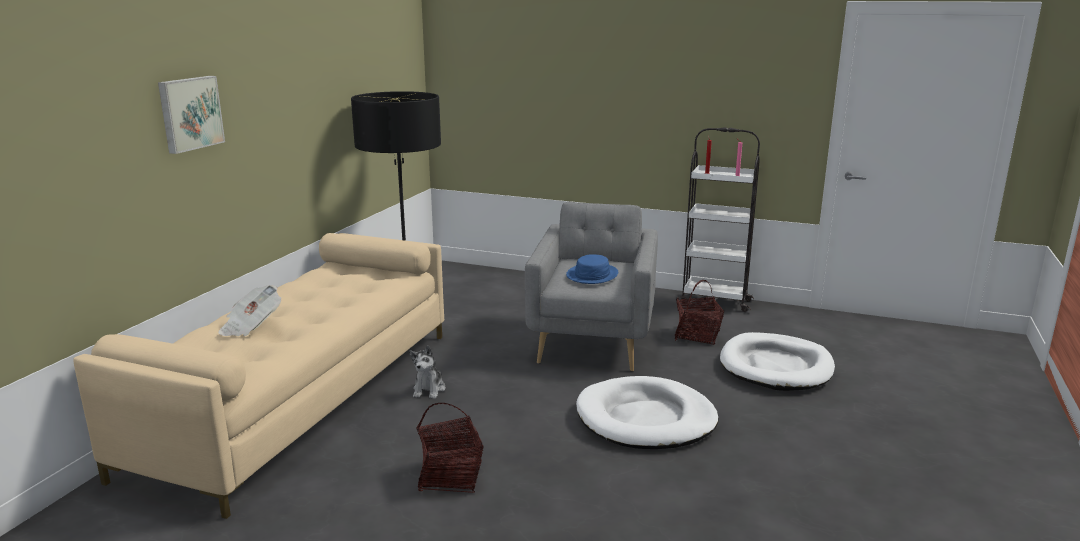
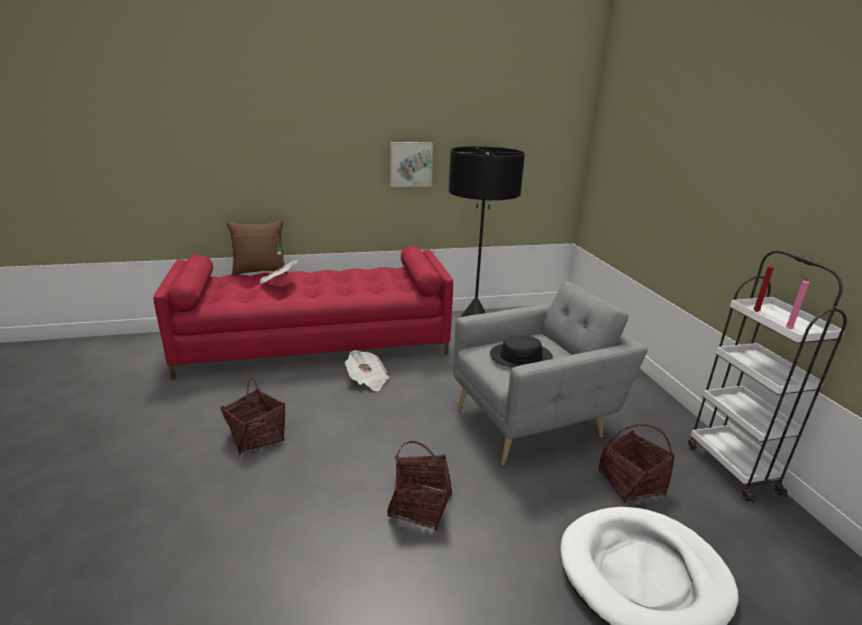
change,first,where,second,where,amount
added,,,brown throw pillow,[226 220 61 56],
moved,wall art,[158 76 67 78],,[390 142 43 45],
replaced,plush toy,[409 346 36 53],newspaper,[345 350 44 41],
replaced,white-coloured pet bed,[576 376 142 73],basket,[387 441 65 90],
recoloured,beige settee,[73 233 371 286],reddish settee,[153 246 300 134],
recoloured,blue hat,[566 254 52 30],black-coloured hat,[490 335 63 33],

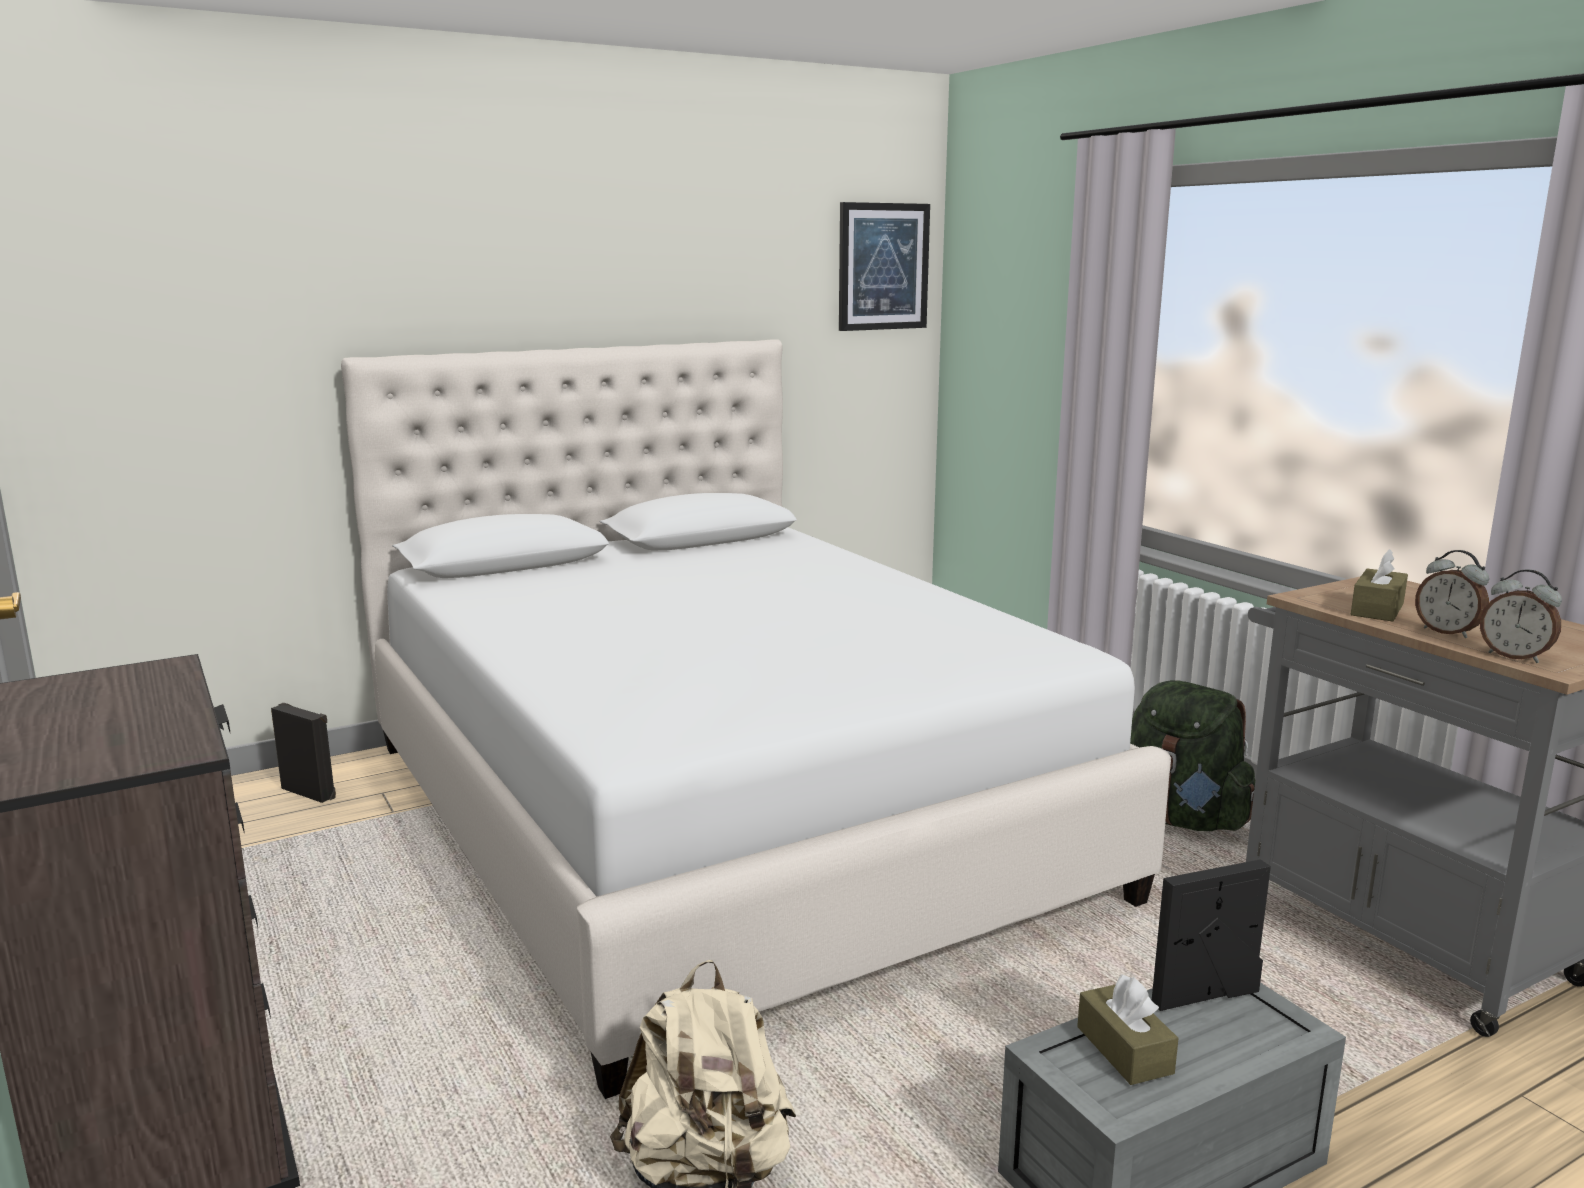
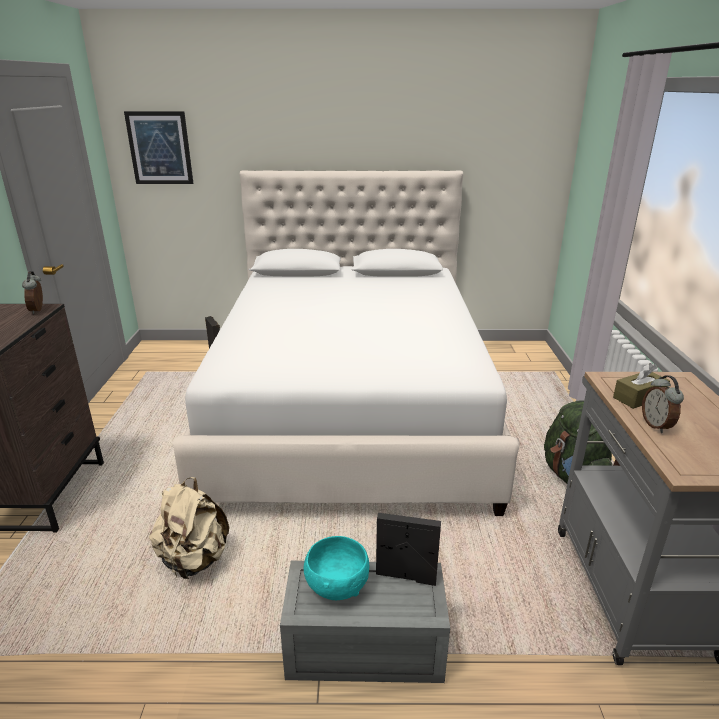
change,first,where,second,where,amount
moved,wall art,[839 202 91 129],,[124 111 69 73],
moved,bedside clock,[1480 569 82 94],,[22 271 21 43],
replaced,brown tissue box,[1077 974 102 111],turquoise-coloured deep dish,[304 536 65 64],

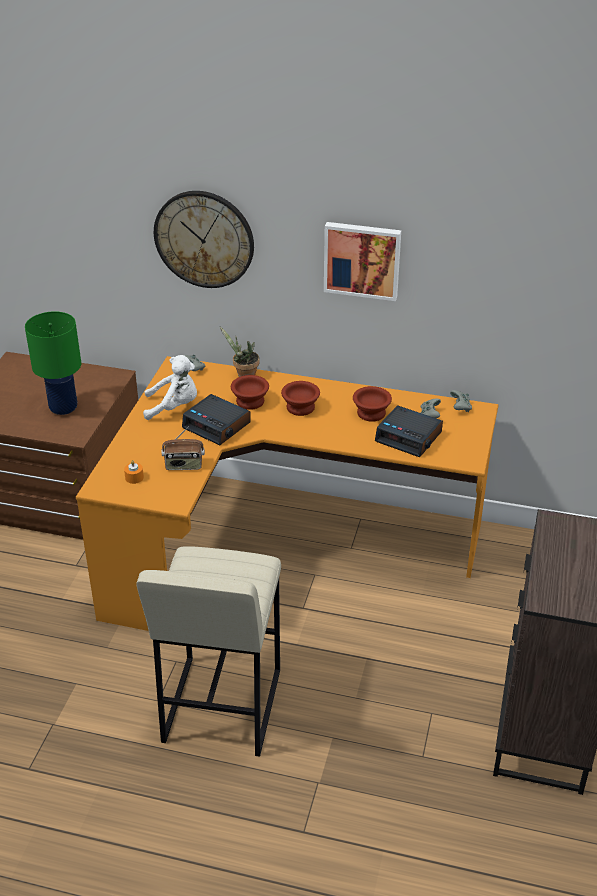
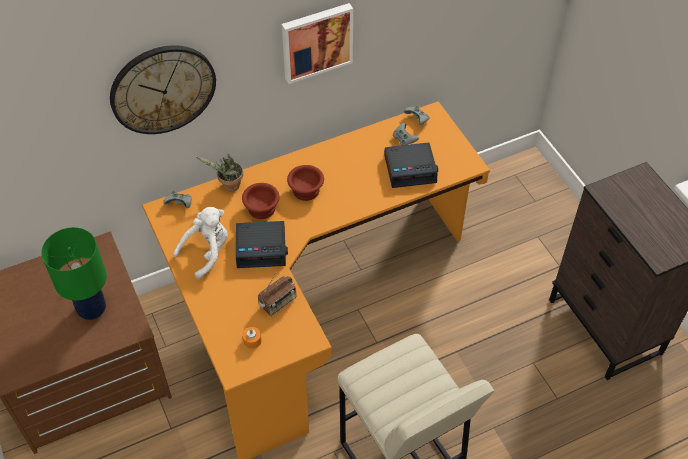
change,first,where,second,where,amount
removed,brown deep dish,[353 386 39 36],,,

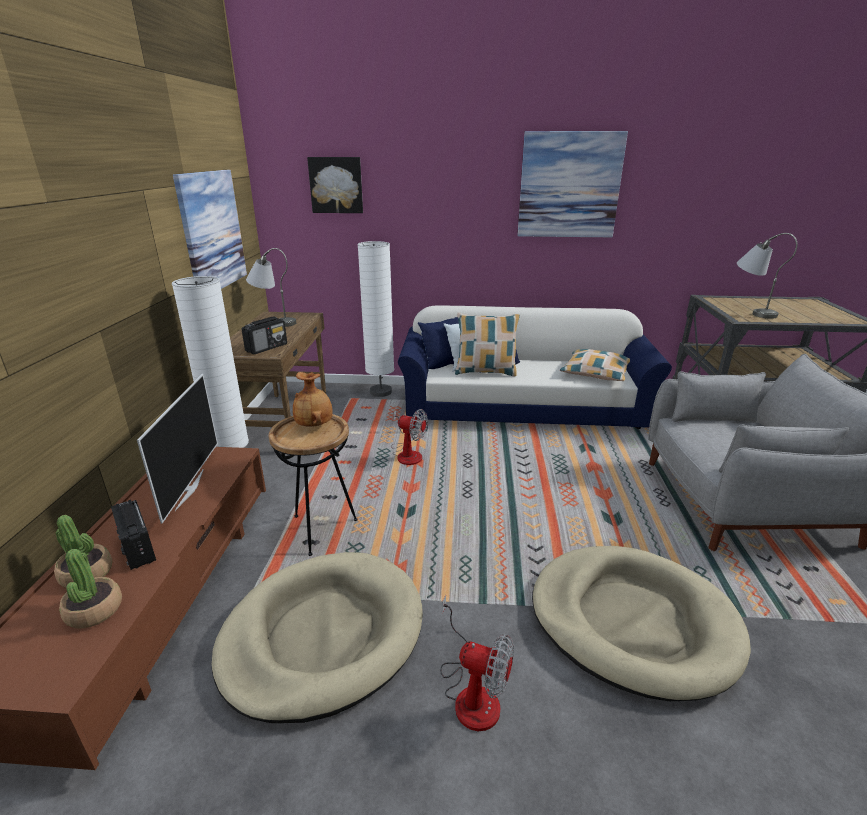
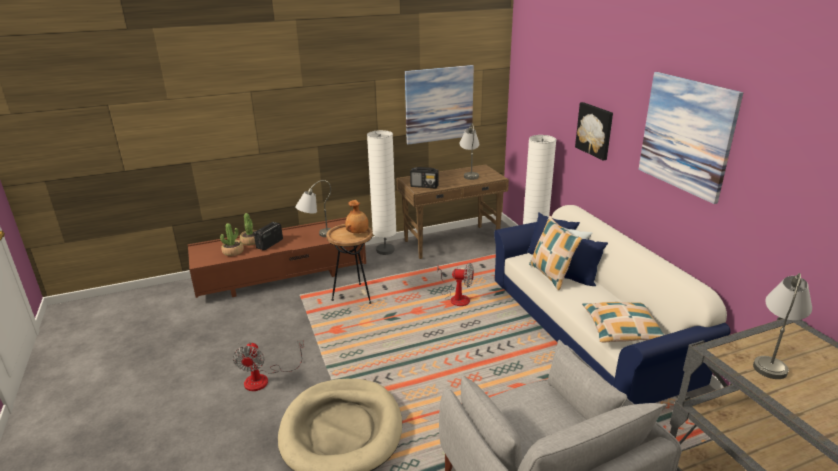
change,first,where,second,where,amount
removed,beige pet bed,[212 552 211 171],,,
moved,wall art,[307 157 56 56],,[575 102 38 59],
replaced,TV set,[137 374 81 150],gray table lamp,[295 180 36 57],
turned,cooling fan,[391 409 37 56],,[437 263 37 43],75 degrees counterclockwise

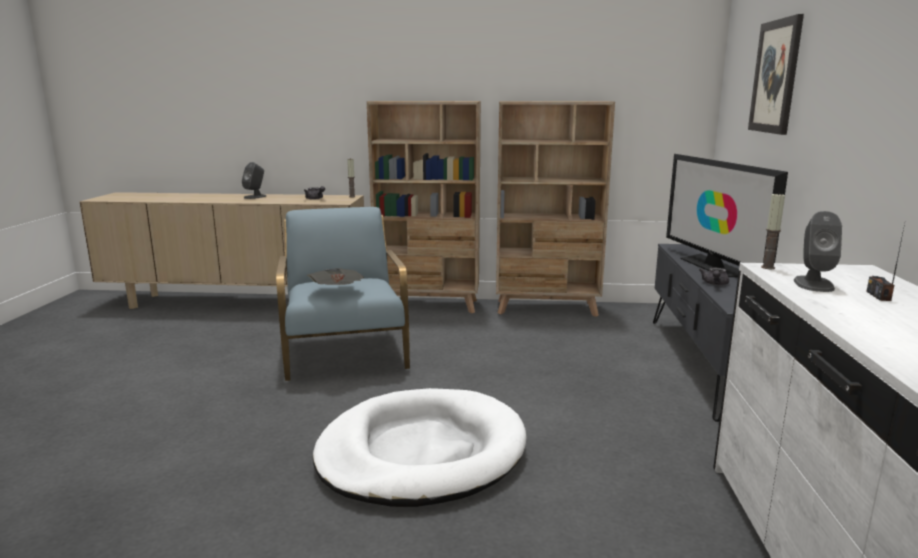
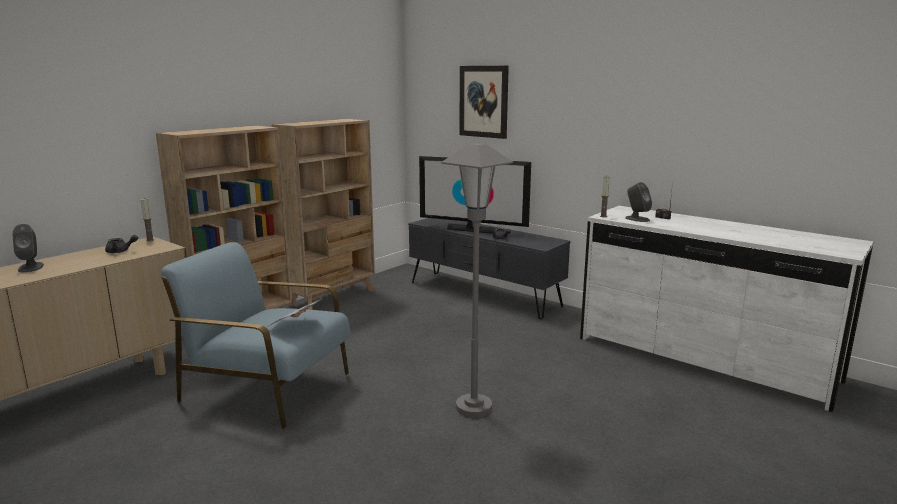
change,first,where,second,where,amount
replaced,white-coloured pet bed,[313 388 214 119],gray standing lamp,[441 143 72 275],

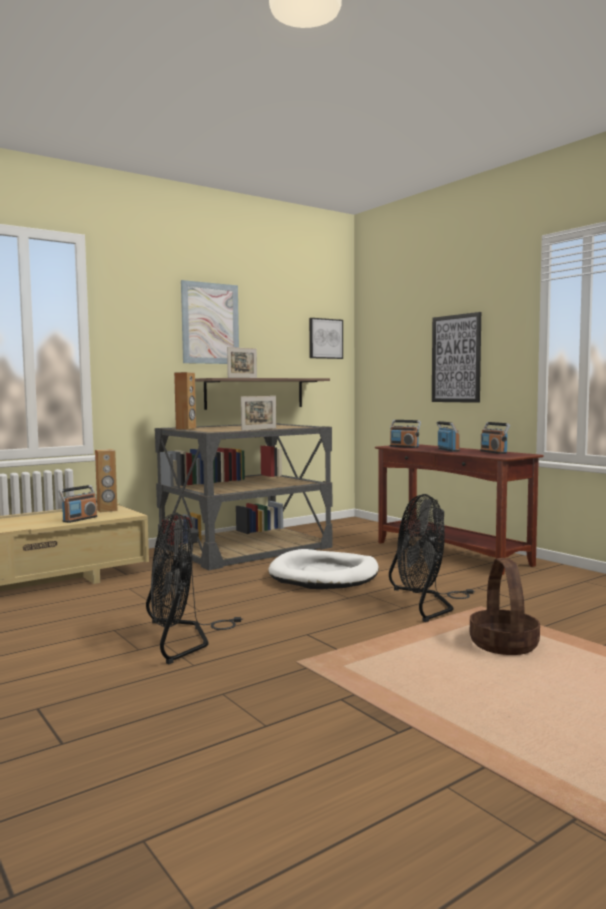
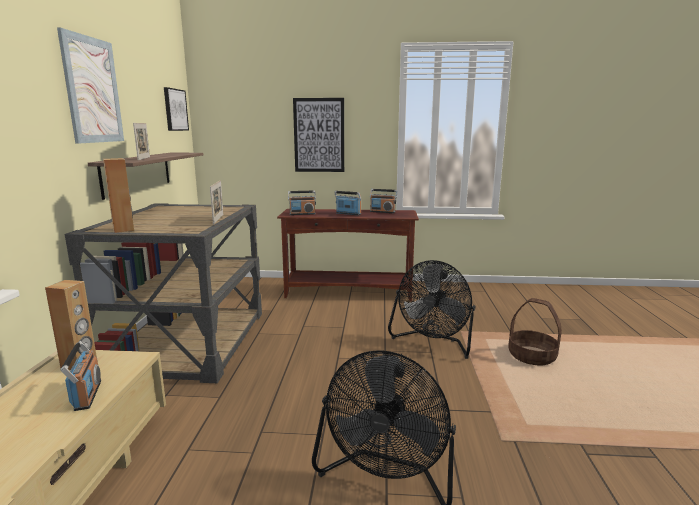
change,first,where,second,where,amount
removed,white-coloured pet bed,[269 549 110 40],,,

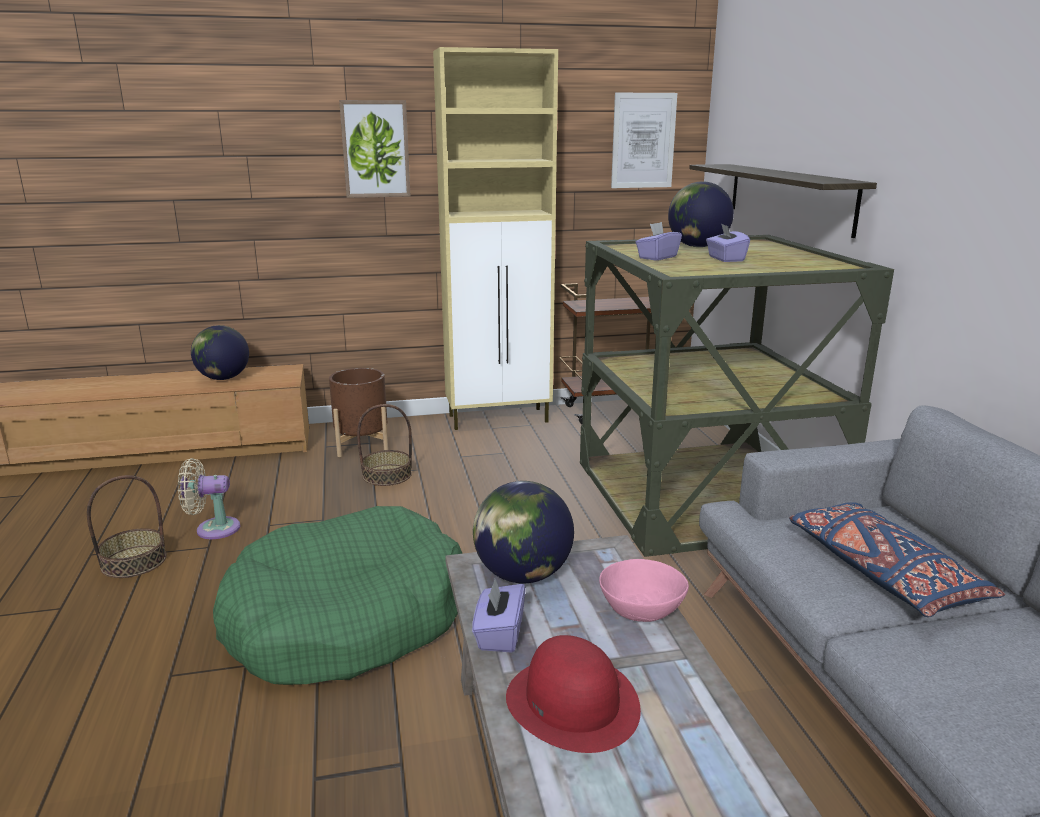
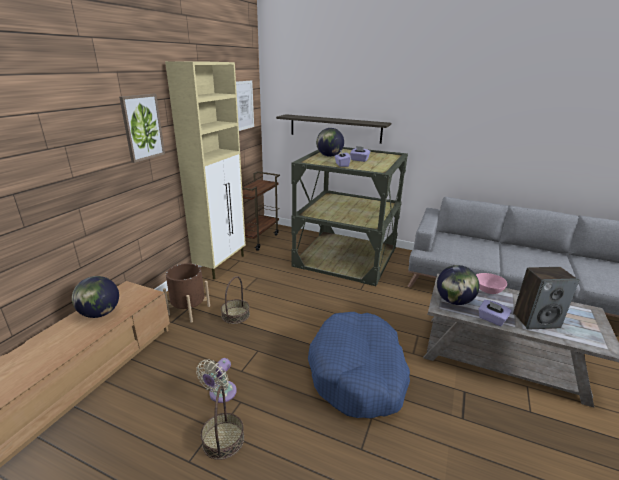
change,first,where,second,where,amount
removed,blue throw pillow,[789 502 216 115],,,
replaced,reddish hat,[506 635 135 118],loudspeaker,[513 267 66 63],
recoloured,green-coloured pet bed,[213 506 249 179],blue pet bed,[308 312 102 106],

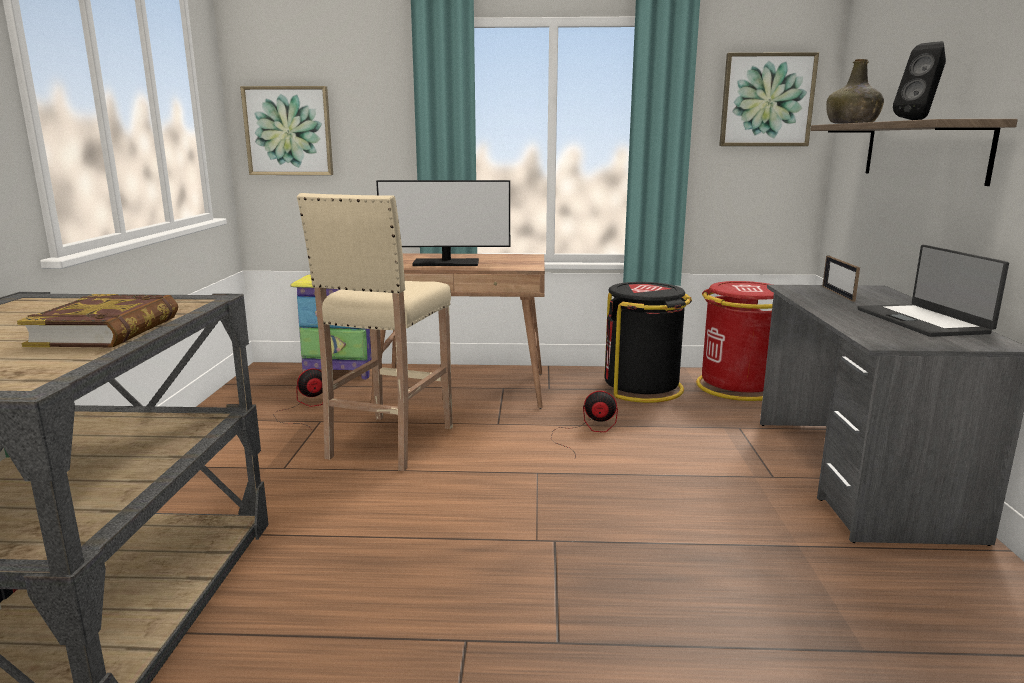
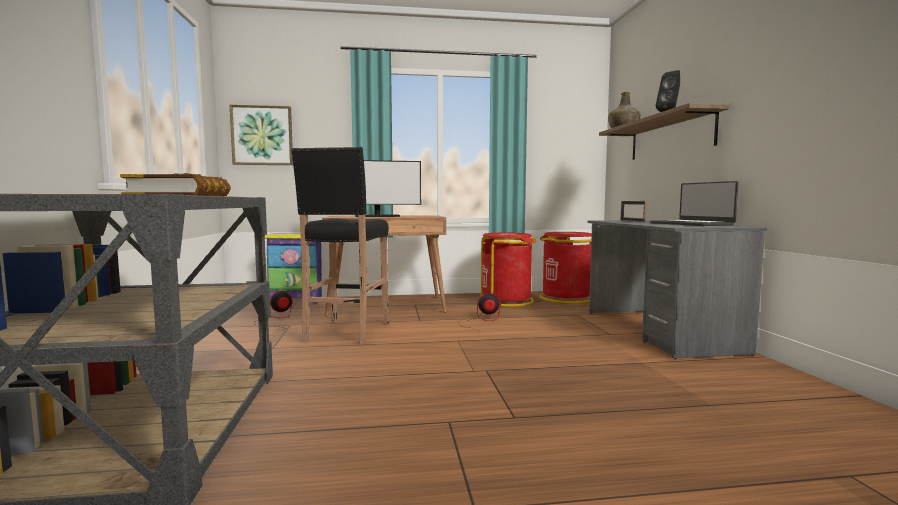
change,first,where,second,where,amount
removed,wall art,[719 52 100 94],,,
recoloured,beige stool seat,[297 193 156 278],black-coloured stool seat,[291 147 98 198],
recoloured,black-coloured trash can,[605 282 87 121],reddish trash can,[481 232 55 75],

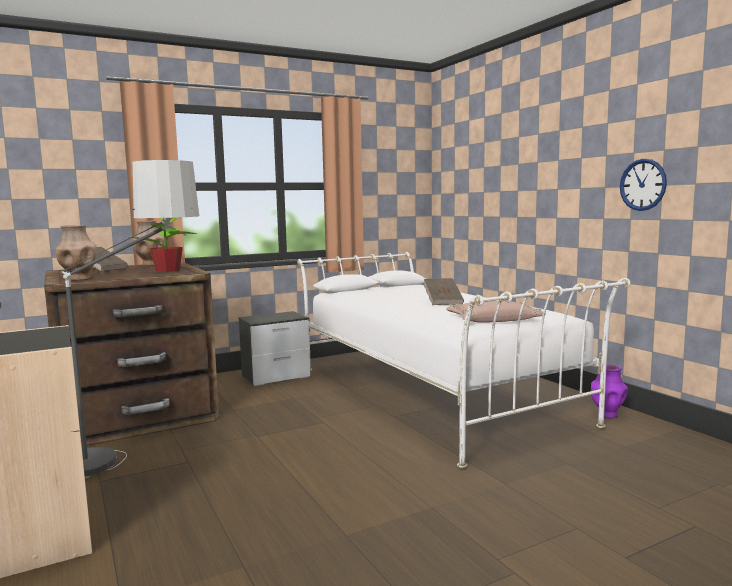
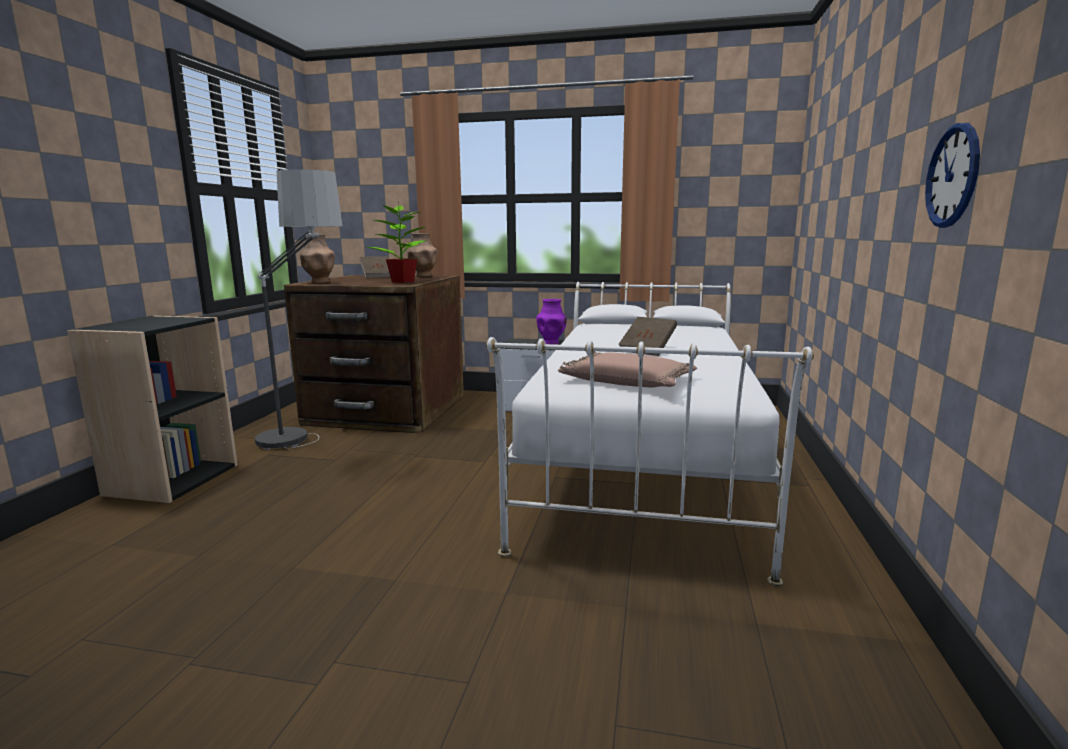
change,first,where,second,where,amount
moved,purplish decorative vase,[591 364 37 54],,[536 299 31 46],

